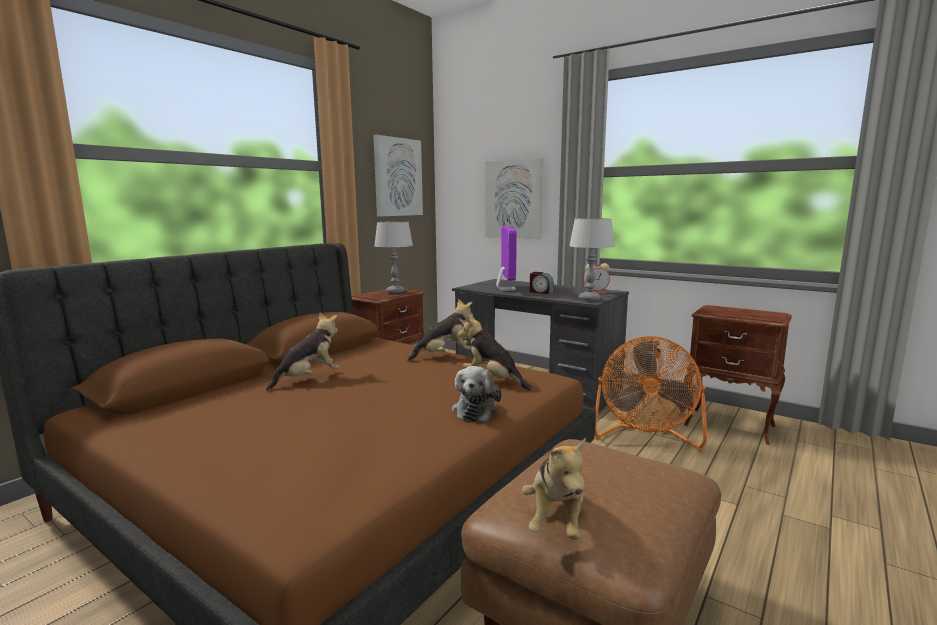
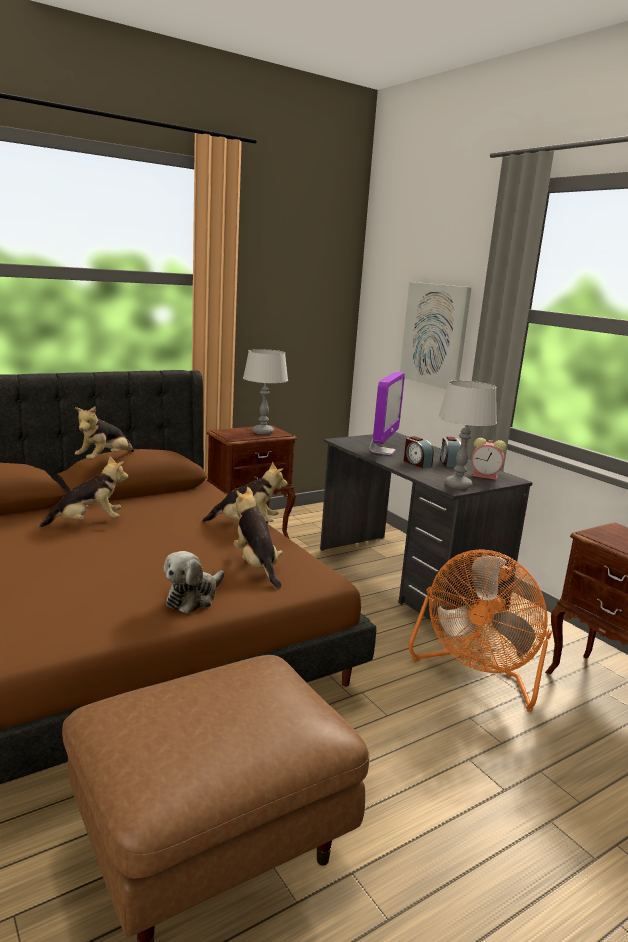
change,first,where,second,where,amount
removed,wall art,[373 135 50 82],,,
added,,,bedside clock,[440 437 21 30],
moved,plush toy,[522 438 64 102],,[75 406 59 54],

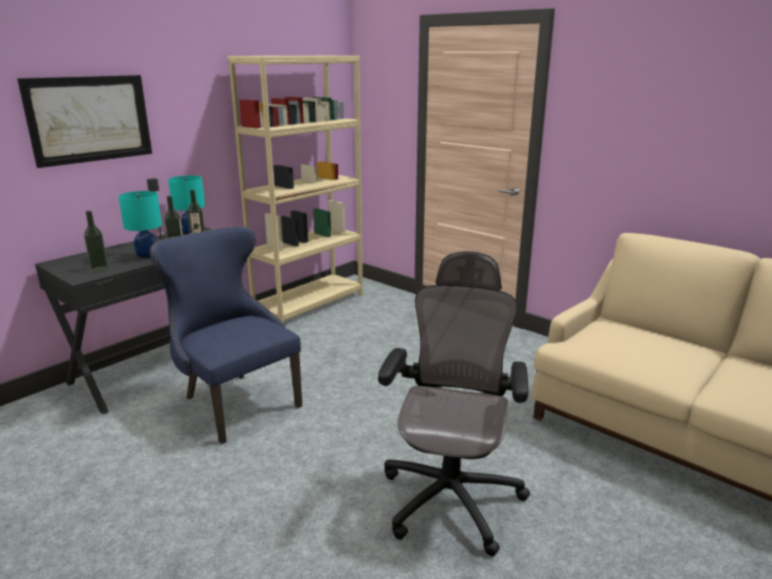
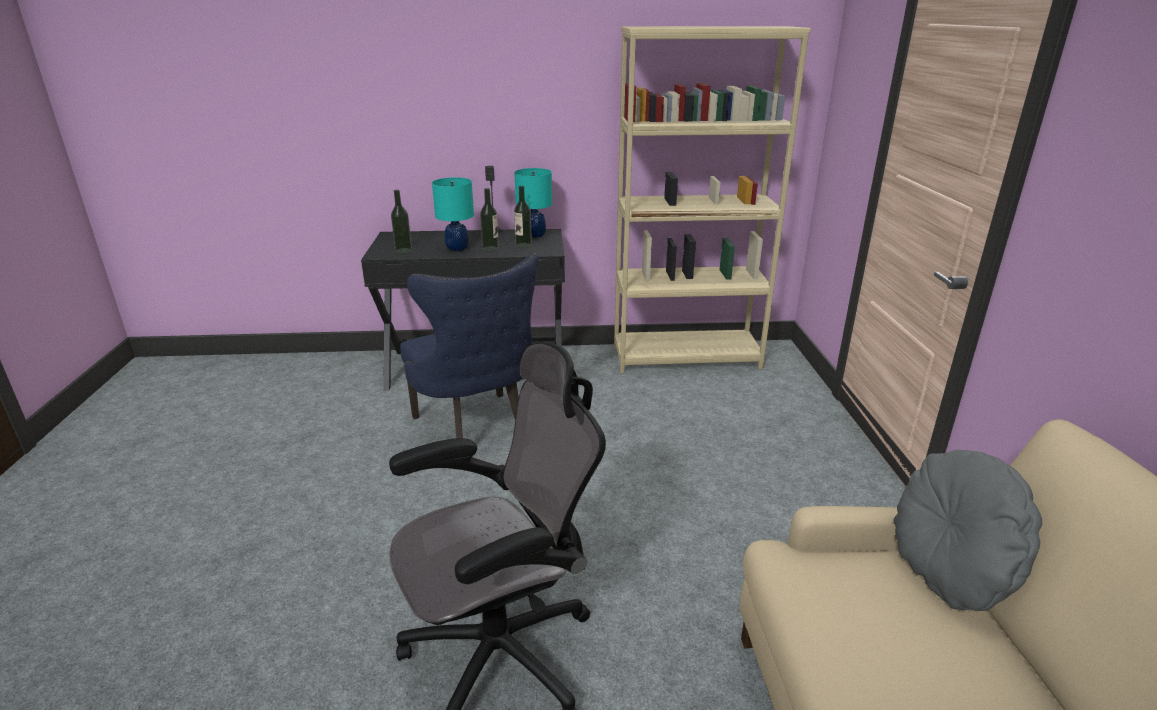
change,first,where,second,where,amount
removed,wall art,[17 75 135 93],,,
added,,,gray throw pillow,[894 450 148 161],
turned,blue upright chair,[150 226 152 218],,[400 253 139 185],150 degrees clockwise

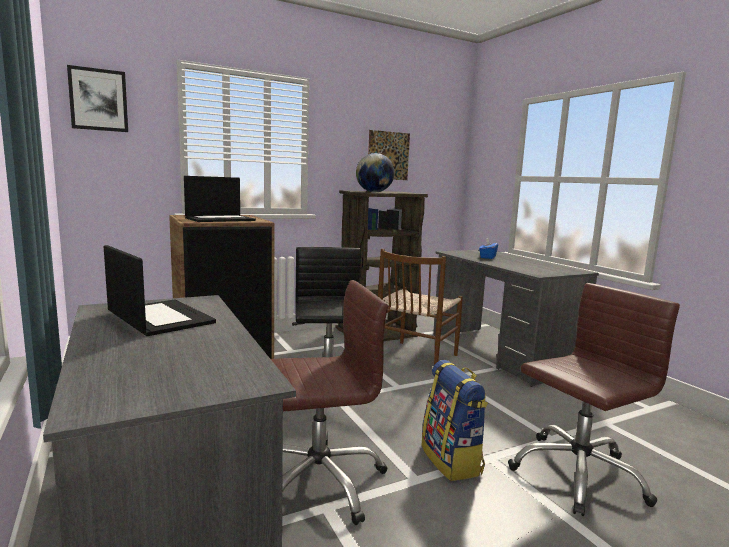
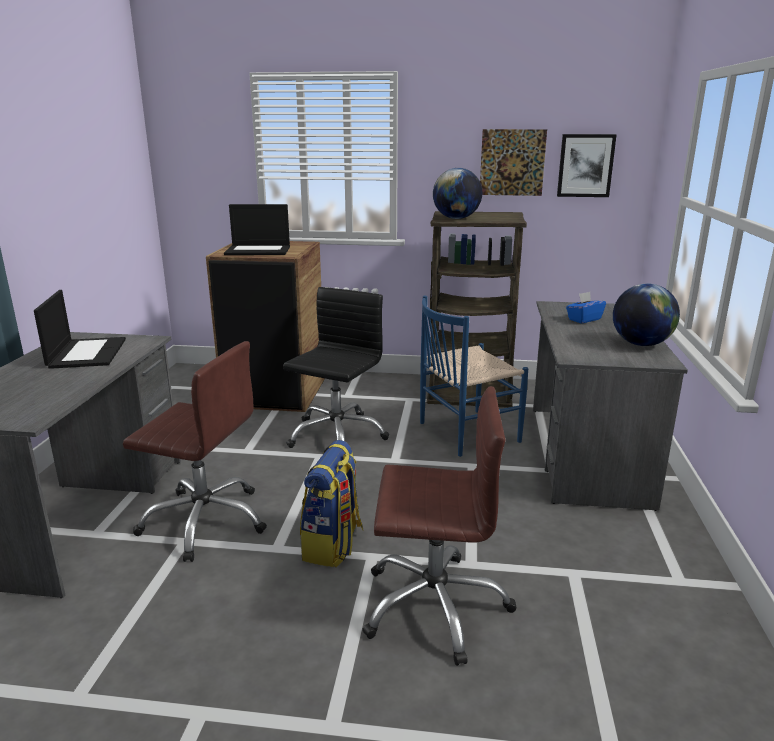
change,first,where,second,where,amount
added,,,world globe,[613 284 67 62],
moved,wall art,[67 65 61 67],,[557 134 60 63],
recoloured,brown upright chair,[378 249 85 116],blue upright chair,[420 296 108 161],

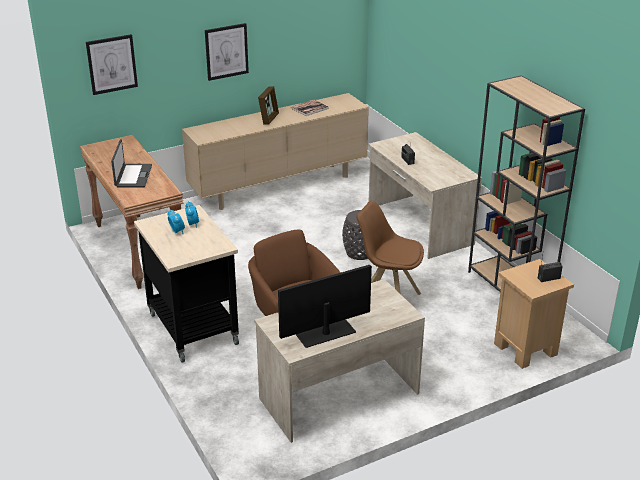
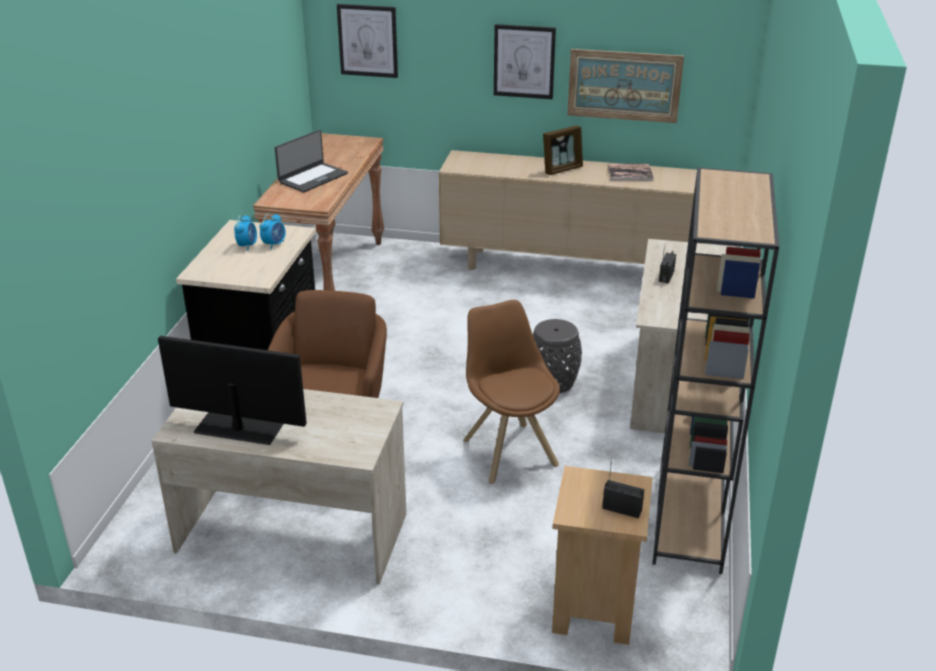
change,first,where,second,where,amount
added,,,wall art,[567 49 117 74],

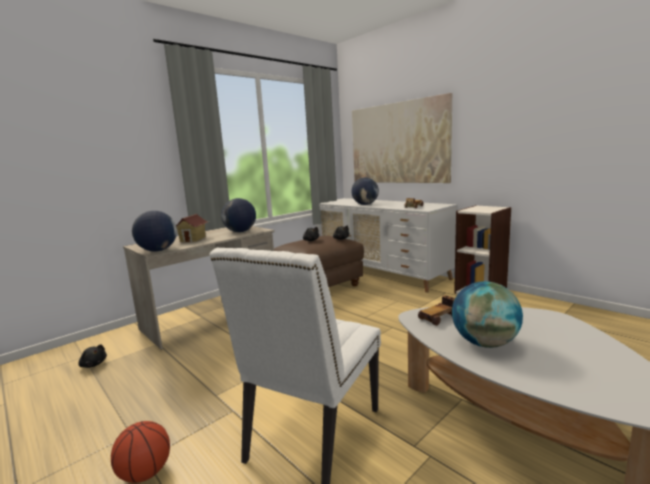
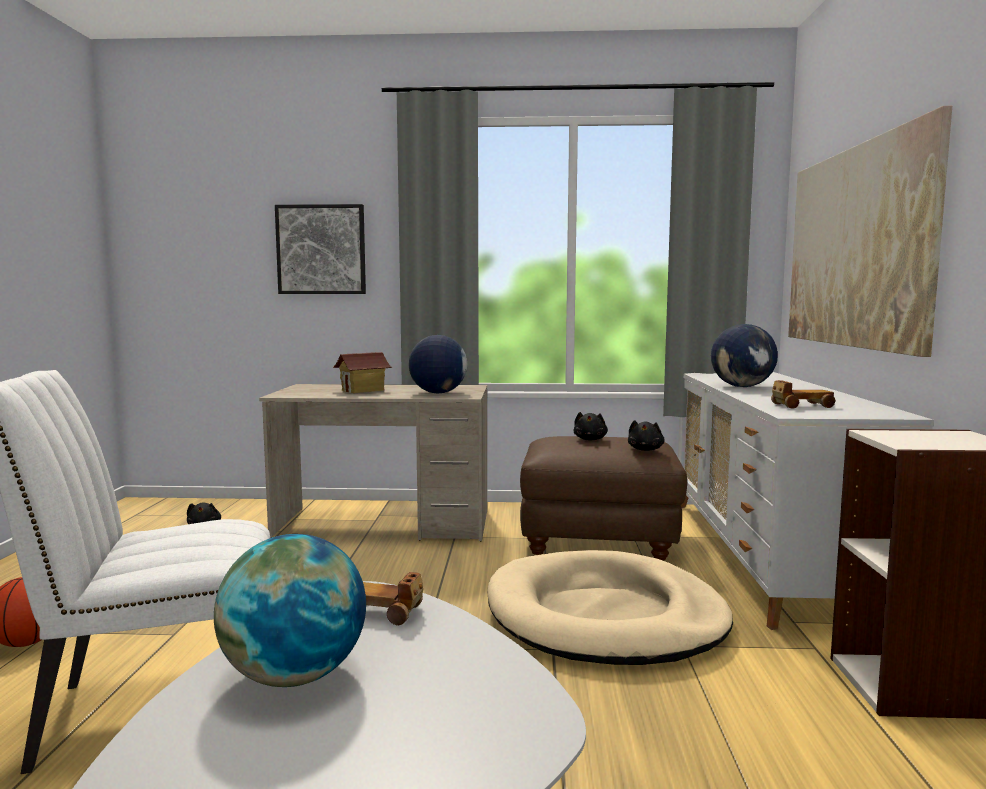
change,first,where,second,where,amount
removed,world globe,[132 211 45 41],,,
added,,,wall art,[275 204 91 90],
added,,,beige pet bed,[487 550 246 115],

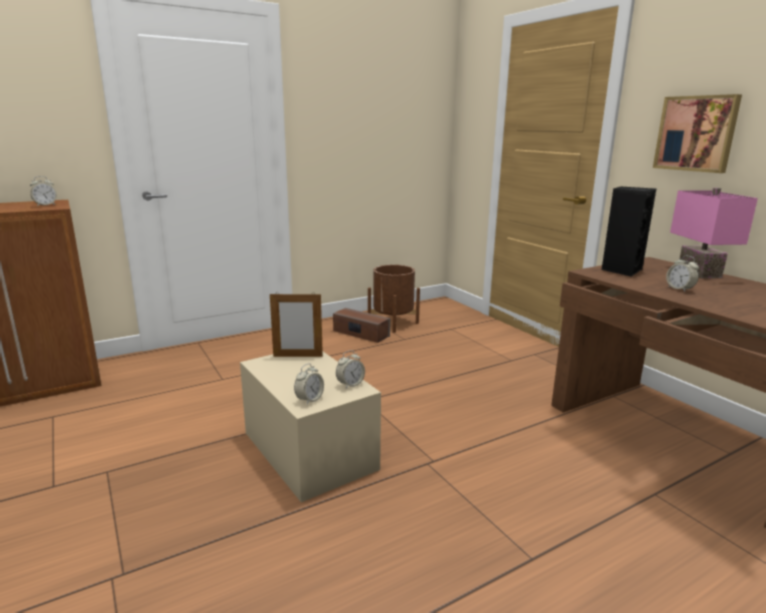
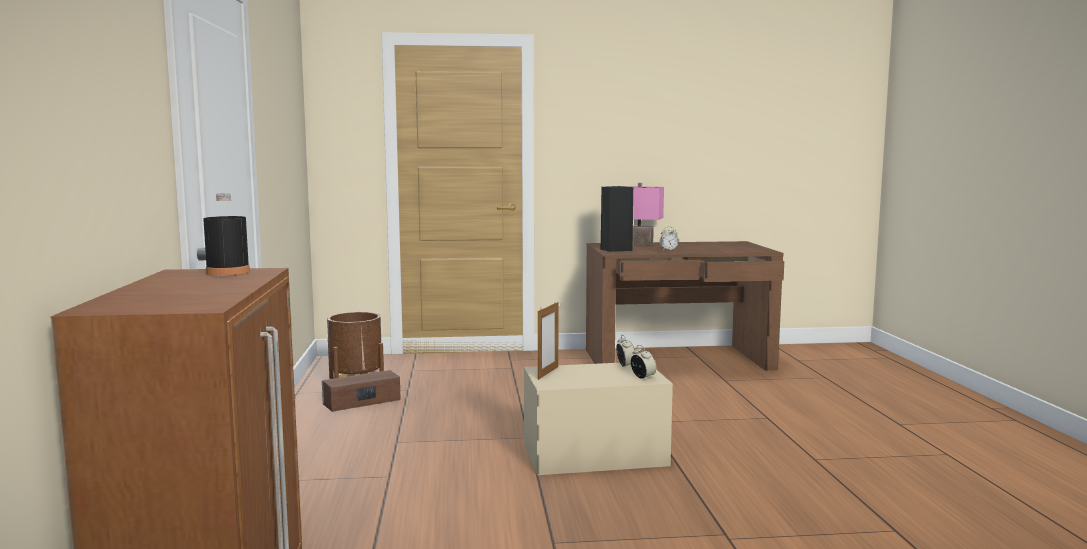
change,first,where,second,where,amount
removed,wall art,[653 94 89 79],,,
replaced,bedside clock,[30 176 27 31],black-coloured beverage bottle,[203 193 47 83],

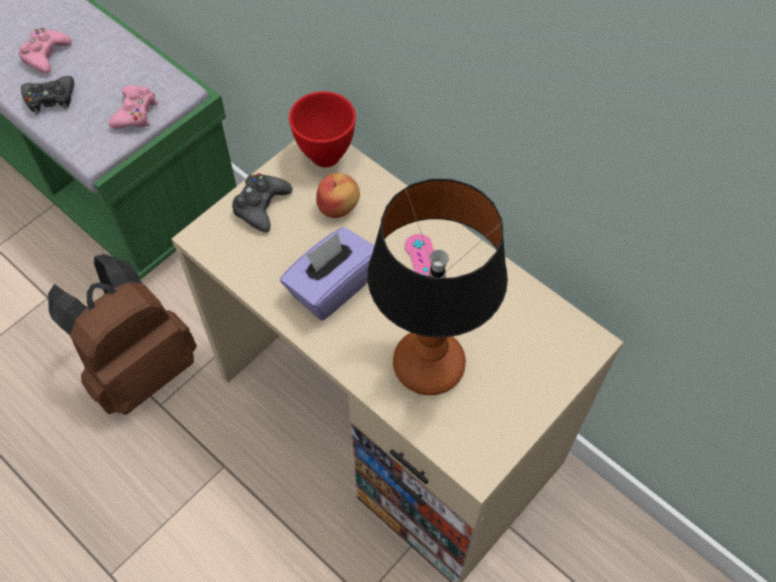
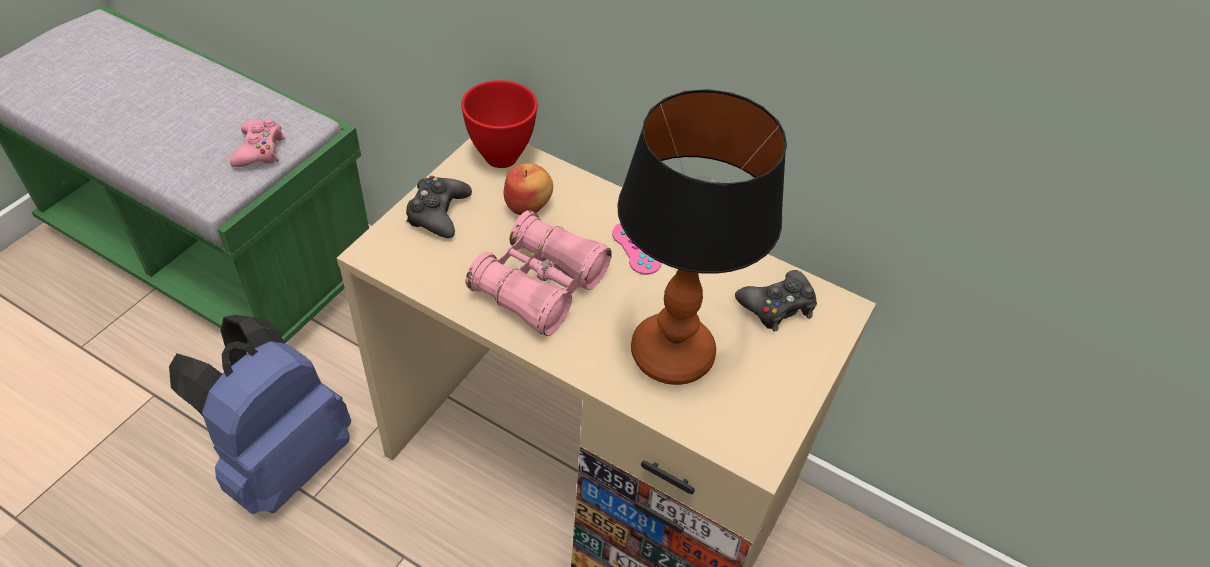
change,first,where,second,where,amount
removed,pinkish gamepad,[19 28 53 46],,,
moved,black-coloured gamepad,[21 76 53 39],,[735 270 82 62],
replaced,purplish tissue box,[280 227 94 94],pinkish field glasses,[466 210 146 126],
recoloured,brown backpack,[48 254 149 161],blue backpack,[169 315 182 199],

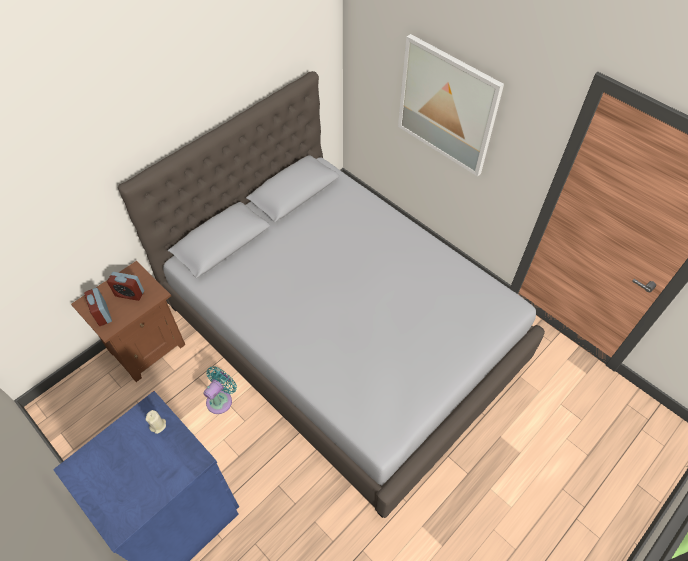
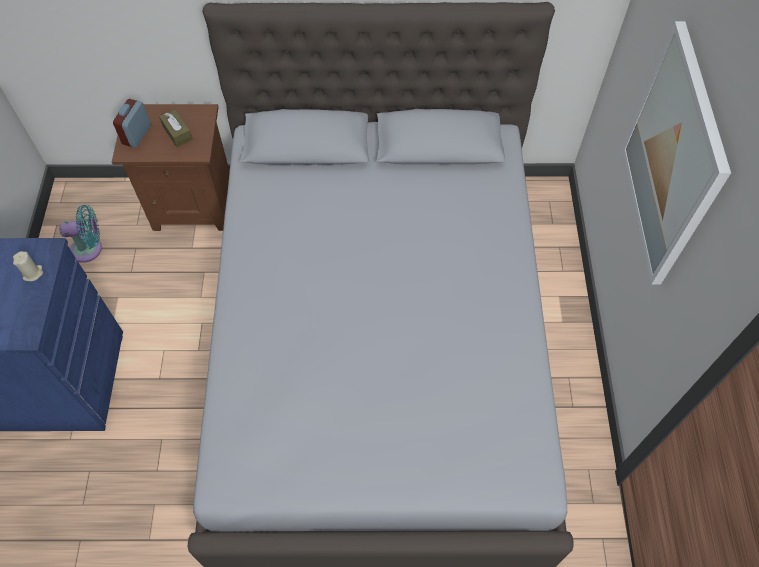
change,first,where,second,where,amount
moved,turquoise-coloured cooling fan,[204 366 33 48],,[59 205 43 58],
replaced,bedside clock,[107 272 37 29],brown tissue box,[159 109 34 38],

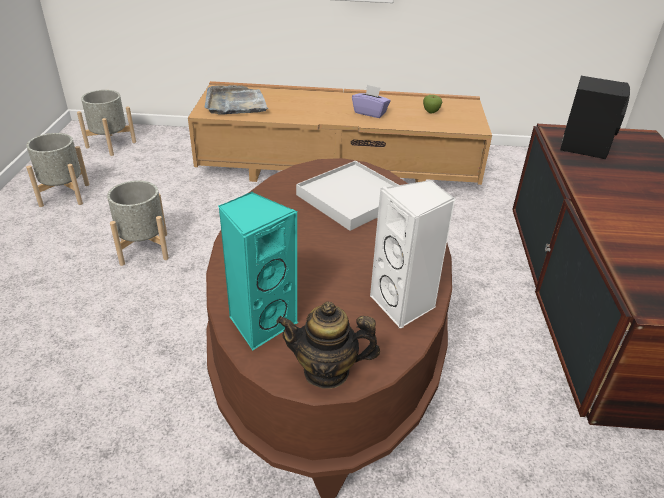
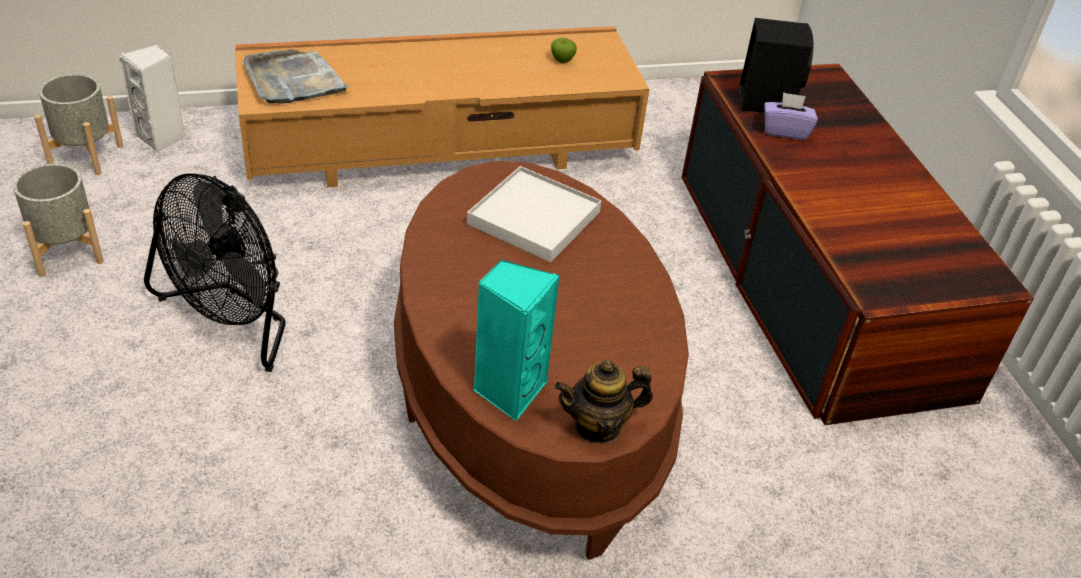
change,first,where,second,where,amount
moved,purplish tissue box,[352 85 39 33],,[764 92 54 48],
moved,white-coloured loudspeaker,[370 180 85 148],,[118 44 68 110],
replaced,gray flower pot,[107 180 62 86],black-coloured cooling fan,[144 173 142 199],

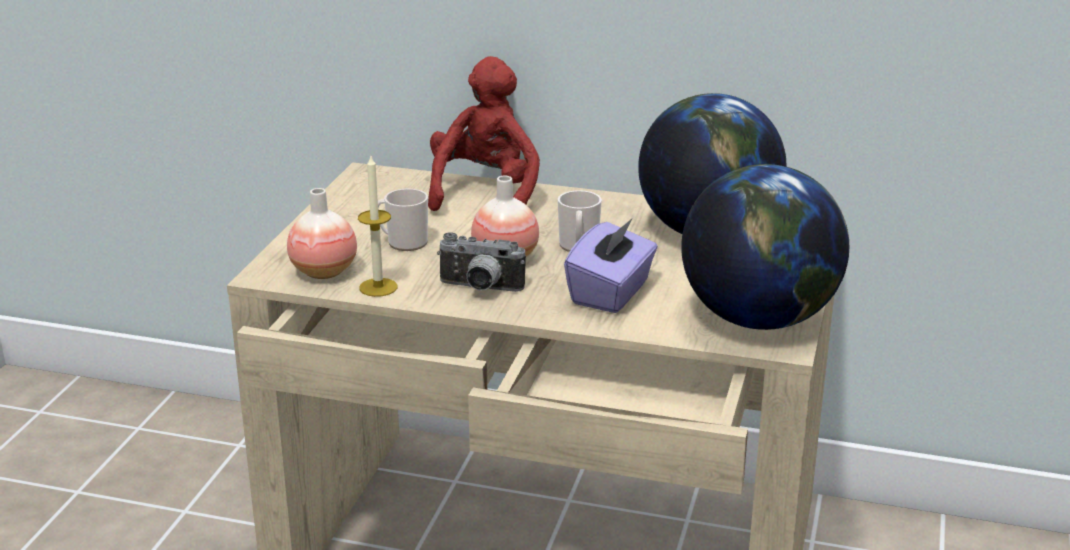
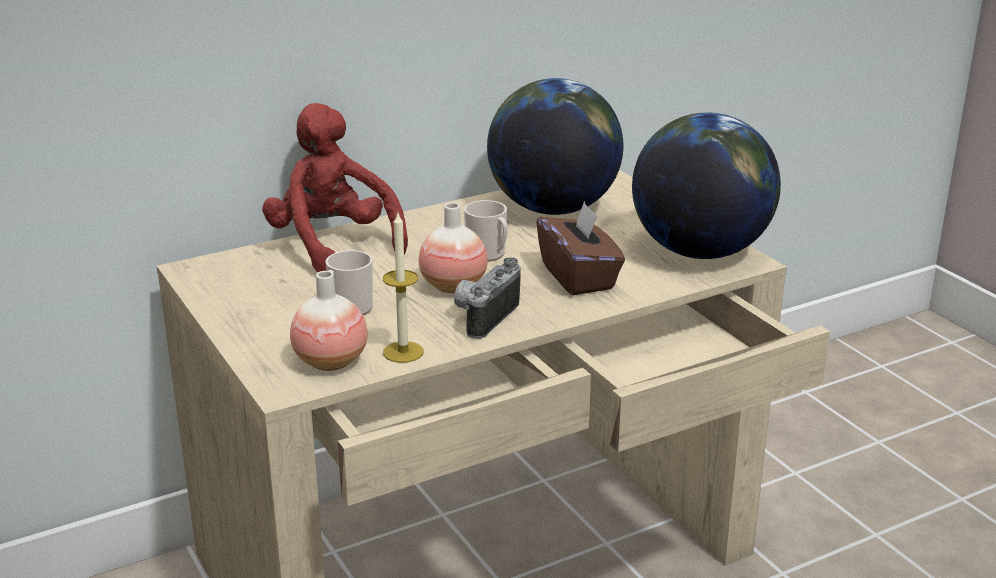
change,first,where,second,where,amount
recoloured,purplish tissue box,[564 218 94 95],brown tissue box,[536 201 89 94],
turned,still camera,[437 232 89 60],,[454 257 67 82],150 degrees clockwise

